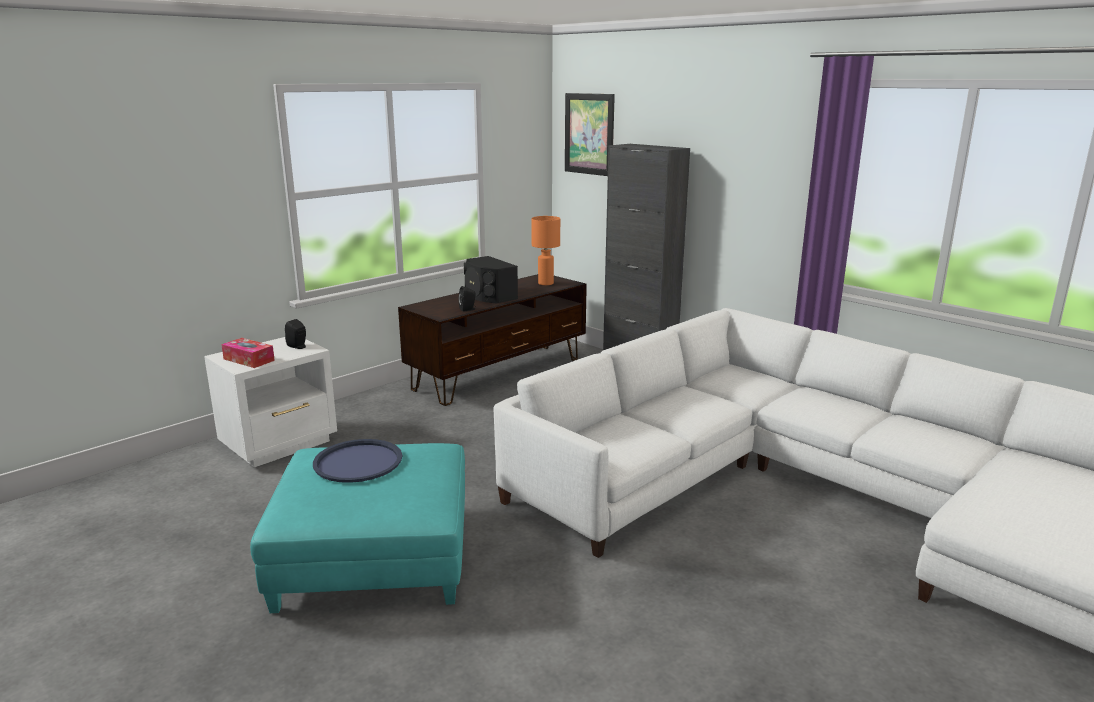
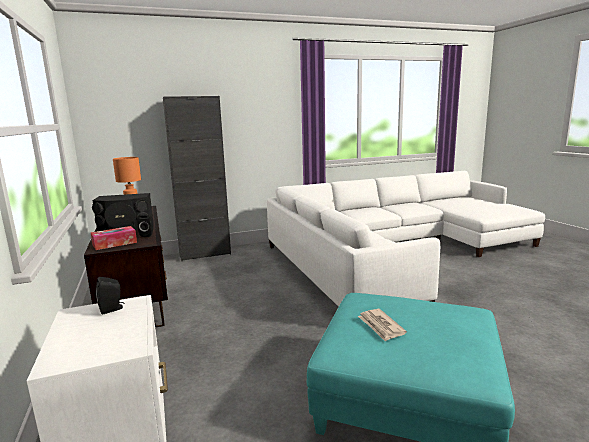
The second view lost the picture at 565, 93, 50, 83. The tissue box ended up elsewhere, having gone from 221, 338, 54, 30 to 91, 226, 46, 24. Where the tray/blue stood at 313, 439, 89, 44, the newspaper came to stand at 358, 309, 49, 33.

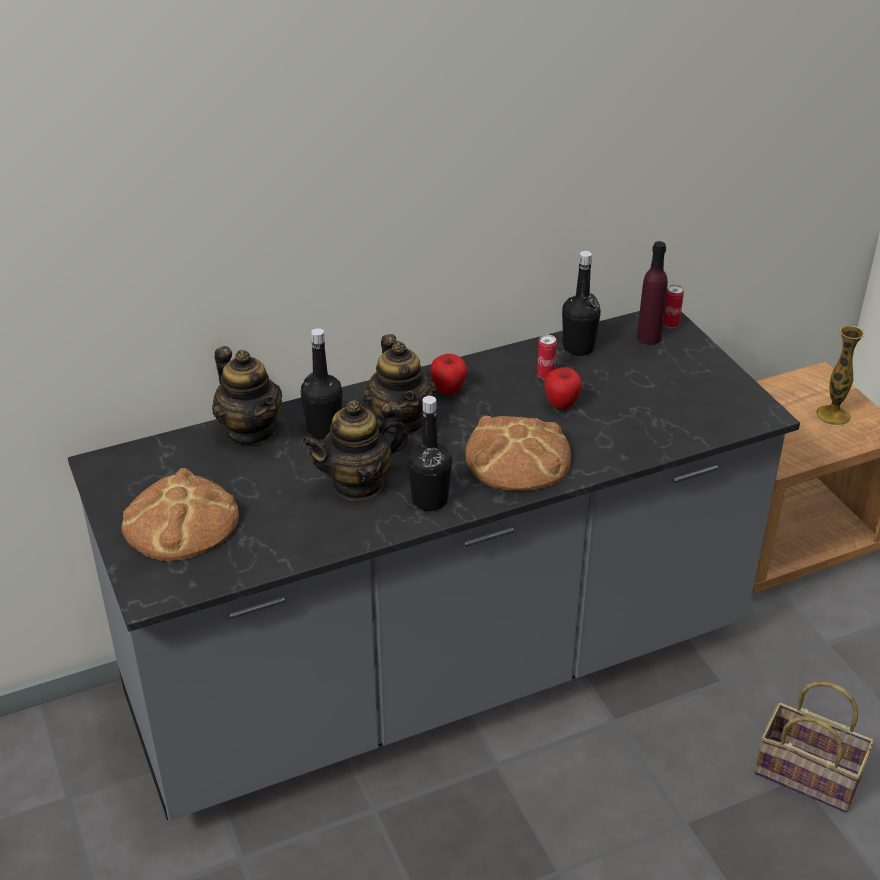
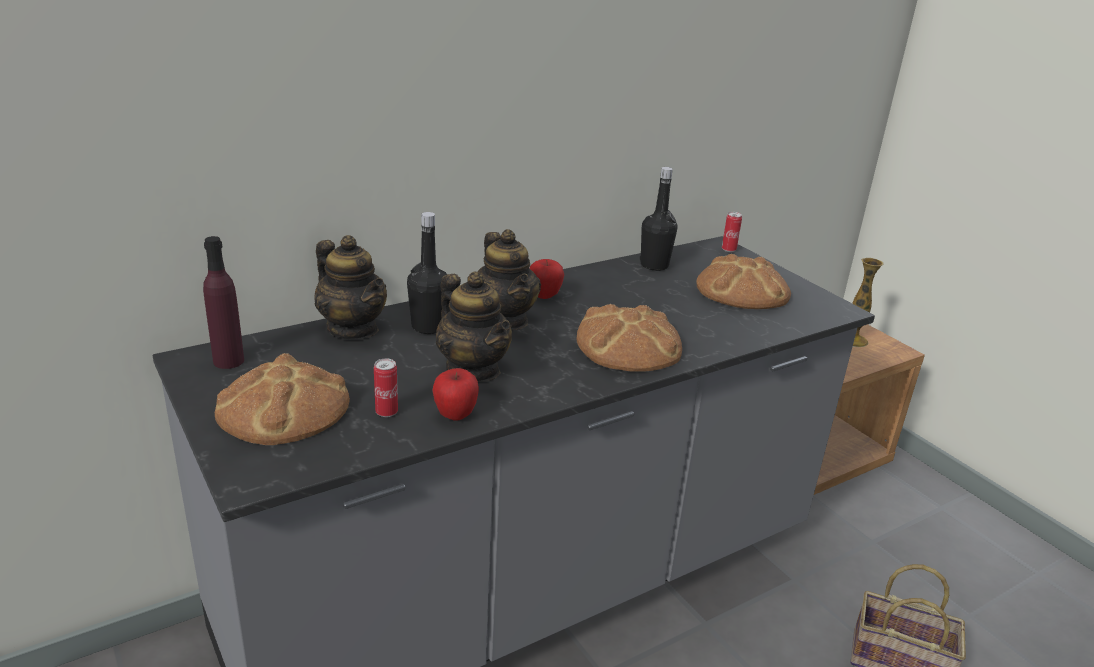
The bottle/purple ended up elsewhere, having gone from 637, 241, 31, 104 to 203, 236, 41, 133. The can ended up elsewhere, having gone from 537, 335, 20, 45 to 374, 358, 24, 59. The apple ended up elsewhere, having gone from 544, 367, 38, 42 to 432, 368, 47, 53. The second view lost the bottle/black at 407, 396, 45, 115. The teapot at 302, 400, 107, 100 ended up facing another way, 90 degrees counterclockwise from before. The second view gained the bread at 696, 254, 95, 55.

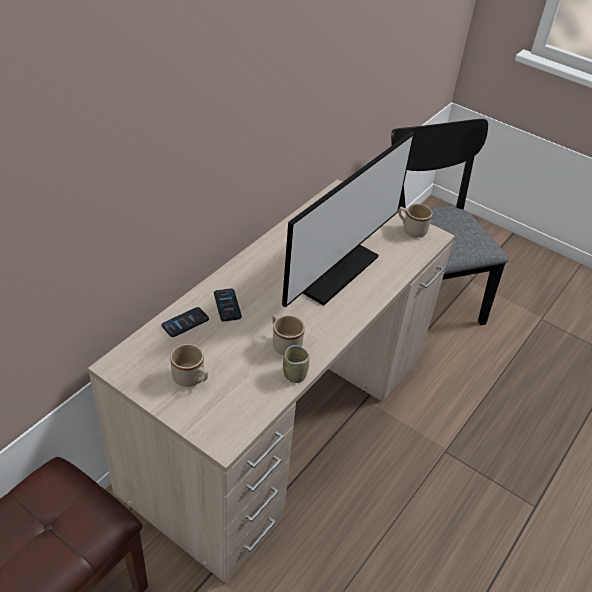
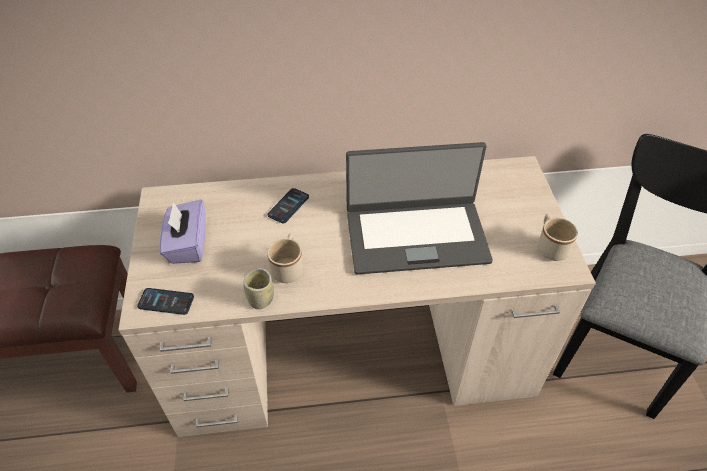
Where the monitor stood at 282, 132, 132, 176, the laptop came to stand at 346, 142, 147, 133. The phone ended up elsewhere, having gone from 162, 307, 47, 30 to 137, 288, 57, 27. Where the mug/beige stood at 170, 344, 38, 43, the tissue box/purple came to stand at 159, 199, 47, 65.

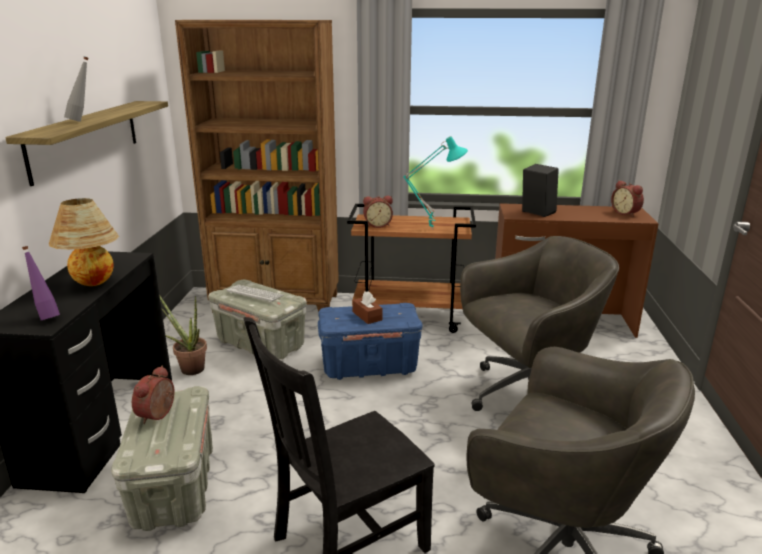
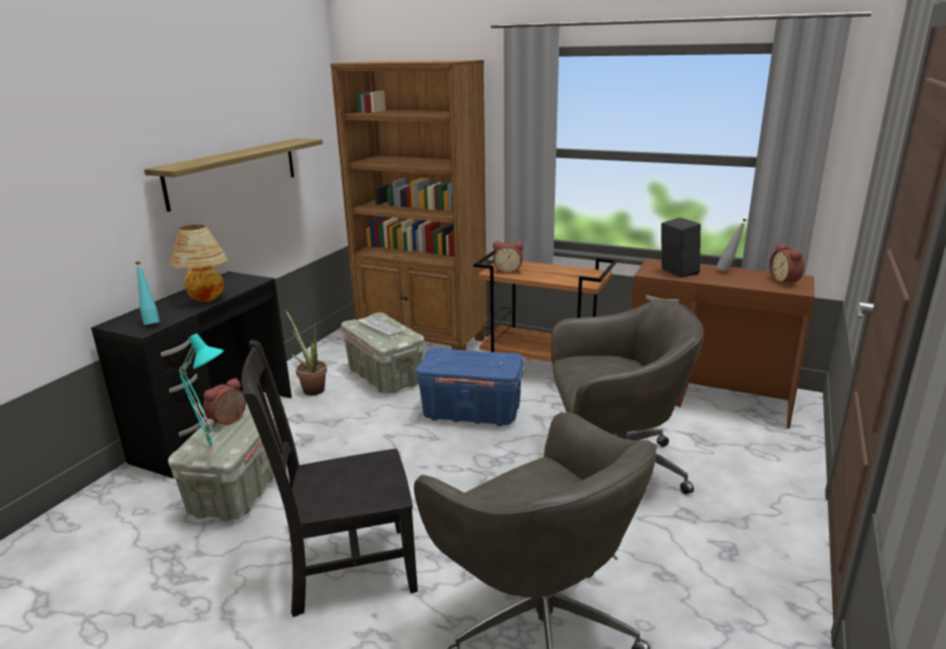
The bottle/grey ended up elsewhere, having gone from 64, 57, 25, 65 to 716, 219, 31, 53. The table lamp/turquoise ended up elsewhere, having gone from 403, 136, 65, 93 to 178, 333, 46, 114. What was the bottle/purple at 22, 246, 38, 74 turned into the bottle/turquoise at 135, 262, 25, 63. The second view lost the tissue box/brown at 352, 291, 30, 33.

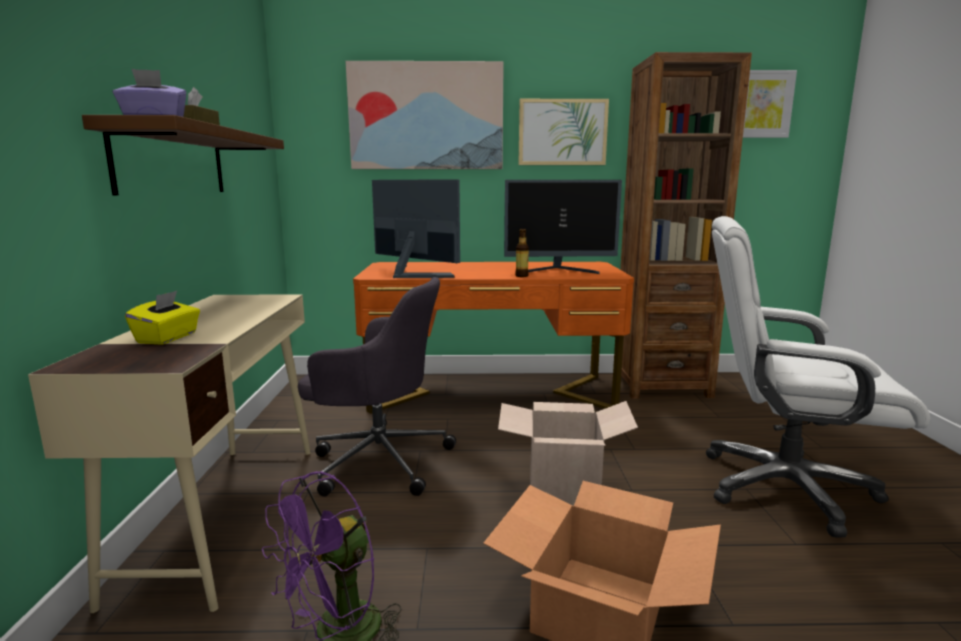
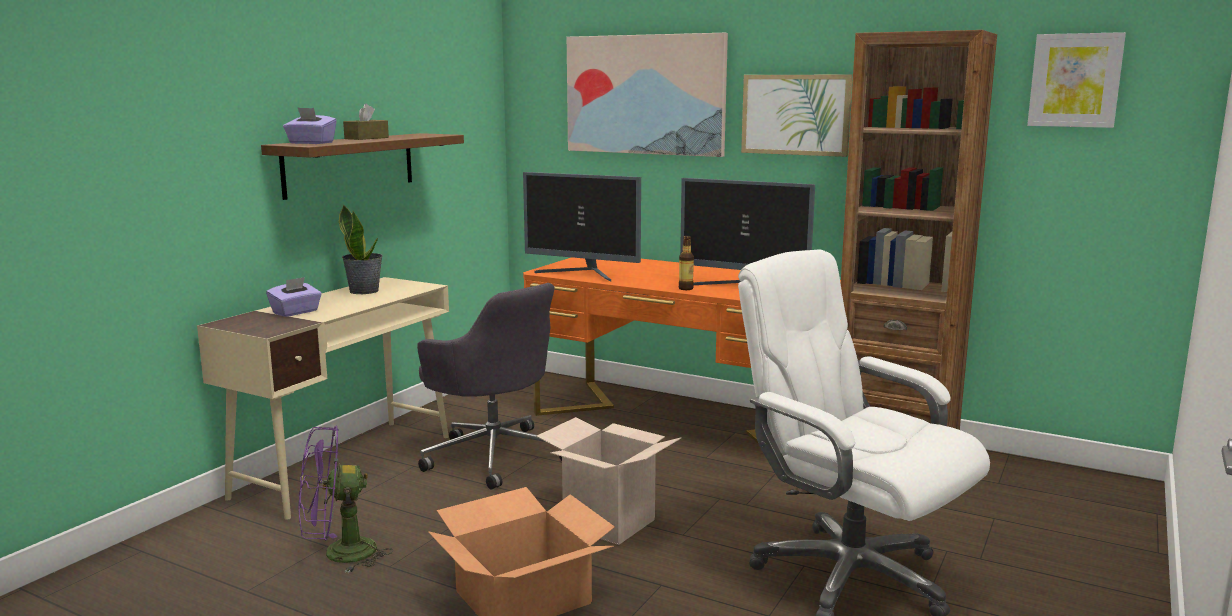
The monitor at 372, 179, 88, 99 ended up facing another way, 135 degrees clockwise from before. What was the tissue box/yellow at 125, 291, 75, 54 turned into the tissue box/purple at 266, 277, 56, 40. The second view gained the potted plant at 339, 204, 44, 90.

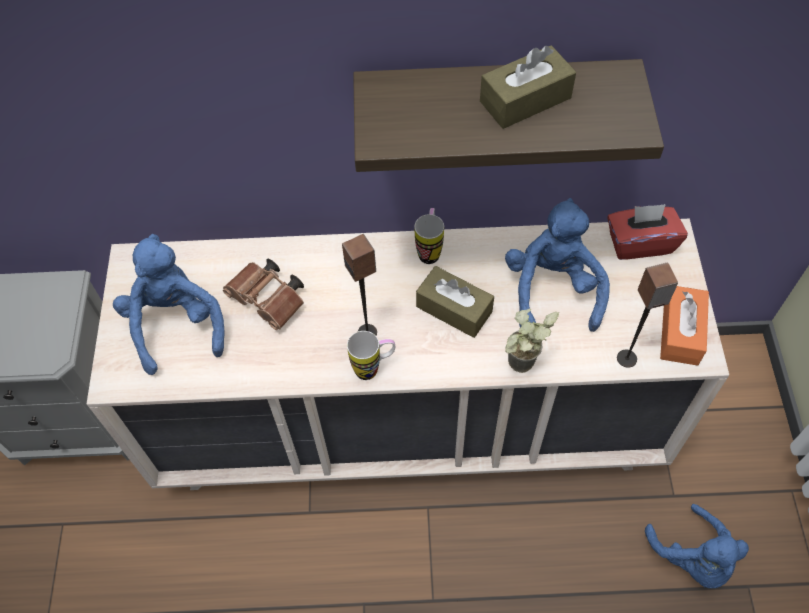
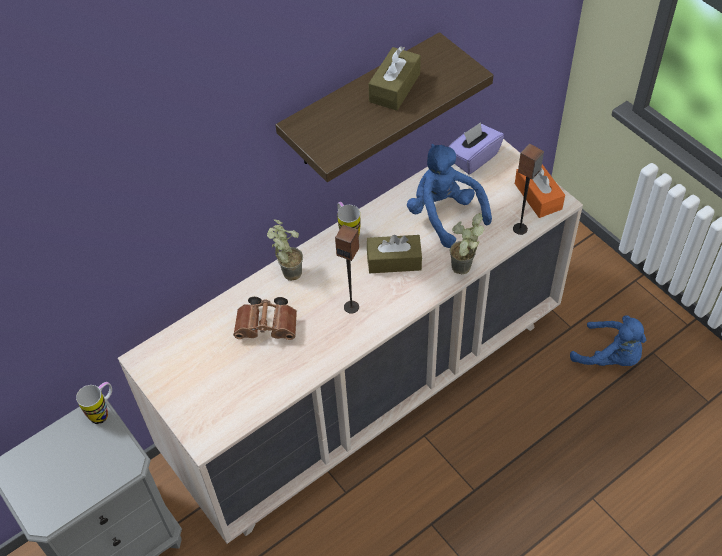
What was the tissue box/red at 607, 204, 81, 56 turned into the tissue box/purple at 449, 122, 55, 52. The second view lost the plush toy/blue at 113, 234, 112, 141. The mug ended up elsewhere, having gone from 347, 331, 48, 49 to 76, 382, 36, 42. The second view gained the potted plant at 267, 219, 36, 62.

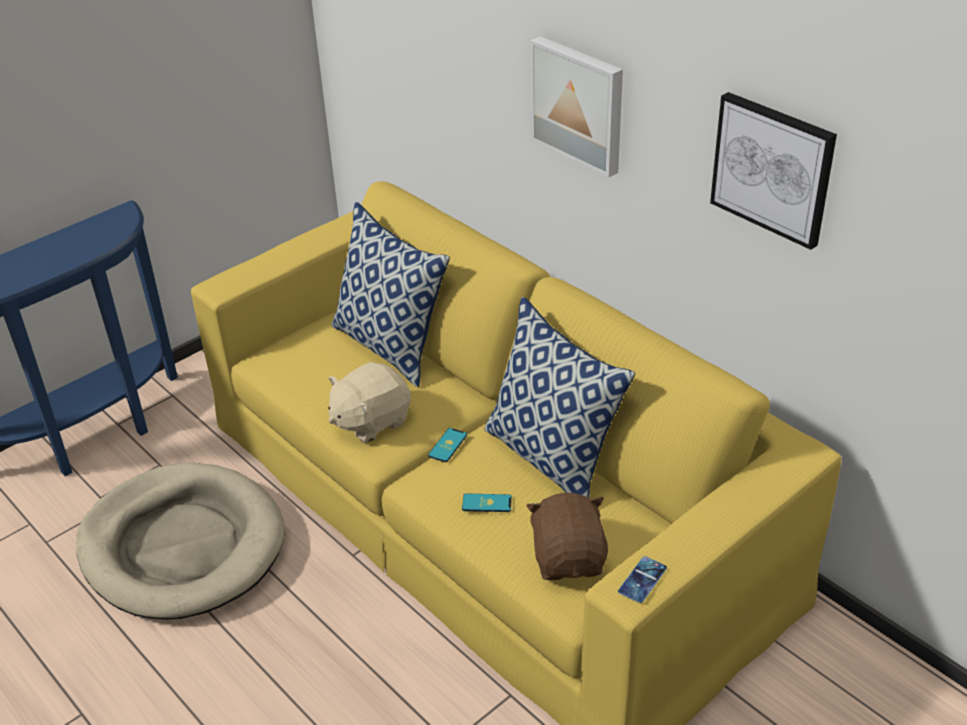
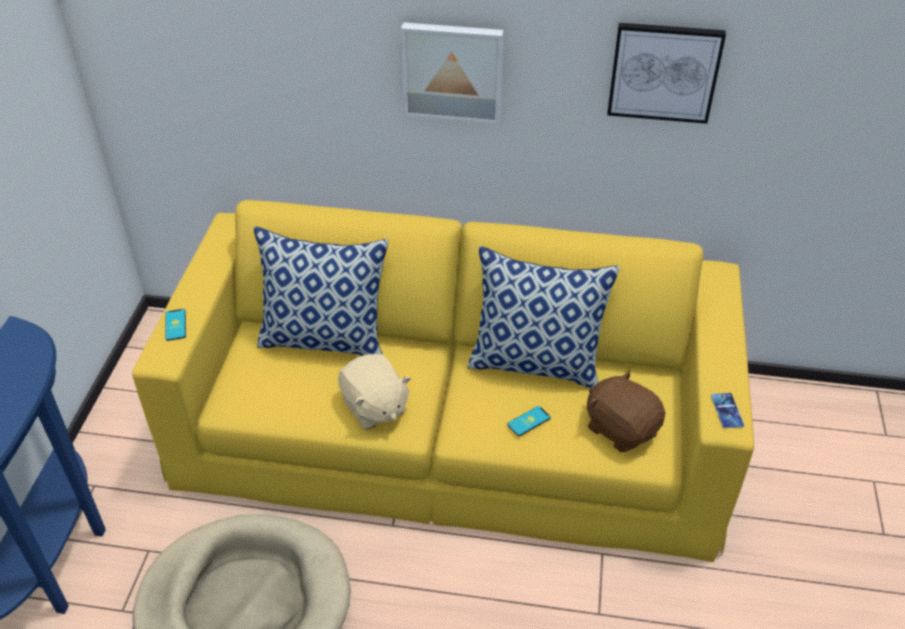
The plush toy/beige at 328, 362, 83, 81 ended up facing another way, 45 degrees counterclockwise from before. The phone ended up elsewhere, having gone from 428, 428, 39, 34 to 165, 309, 21, 32.

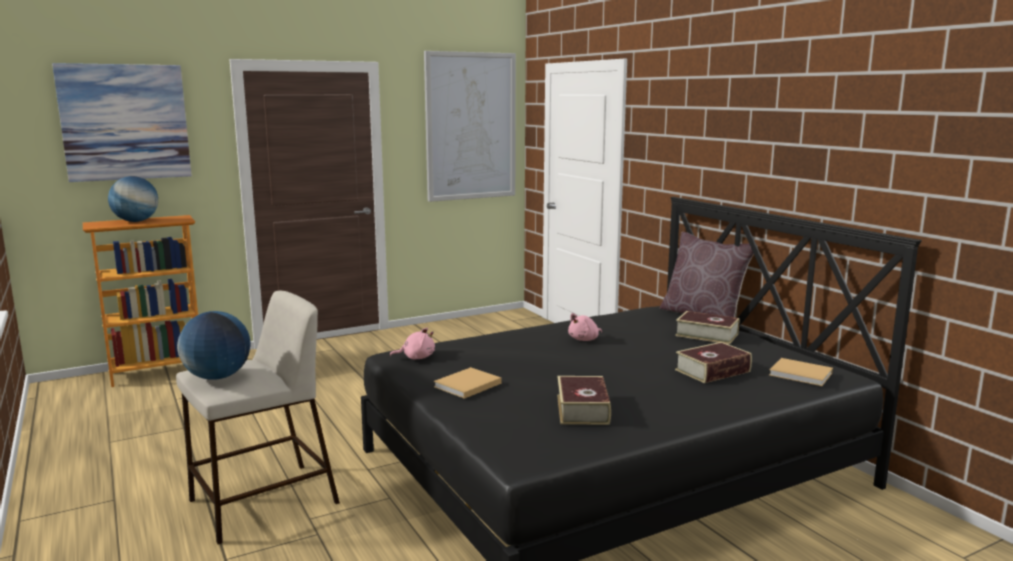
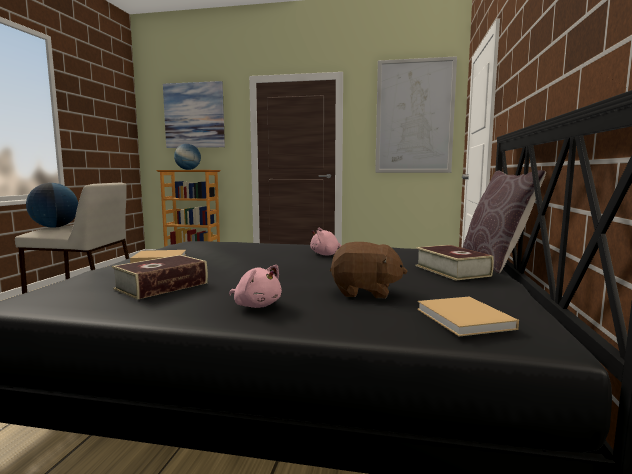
The plush toy/pink ended up elsewhere, having gone from 390, 328, 45, 32 to 229, 265, 53, 43. Where the book stood at 675, 342, 77, 41, the plush toy/brown came to stand at 330, 242, 78, 56.

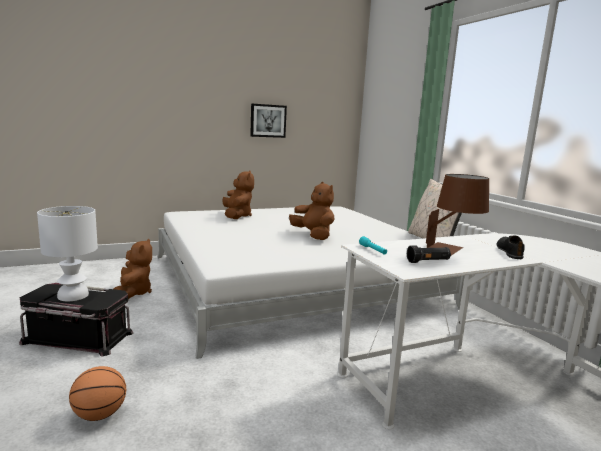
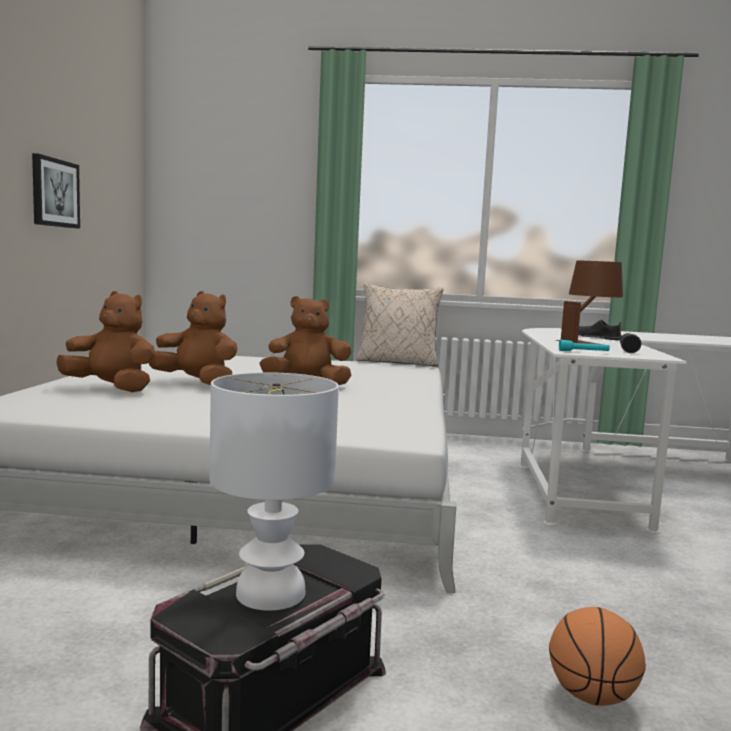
The plush toy/brown ended up elsewhere, having gone from 114, 239, 38, 60 to 149, 291, 88, 94.

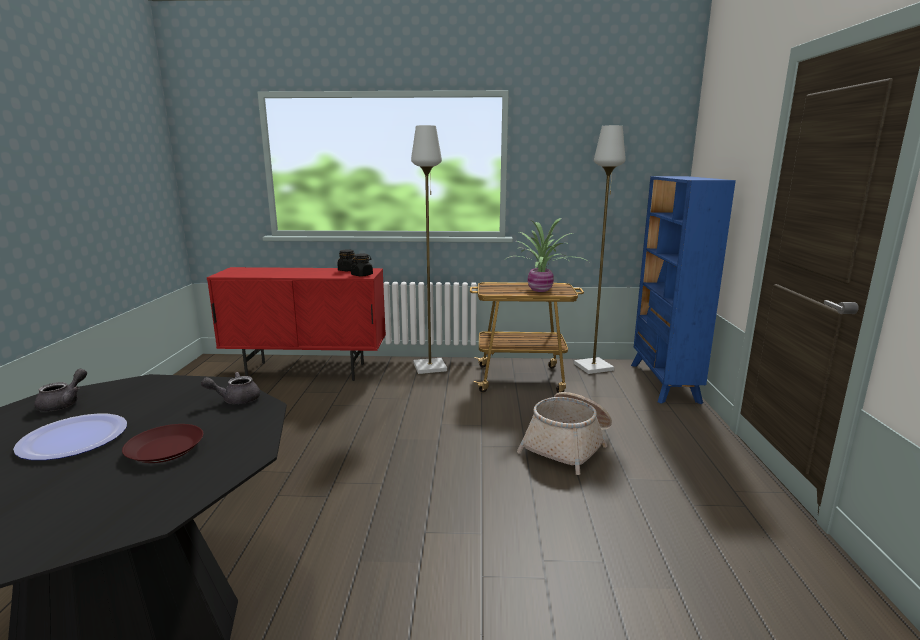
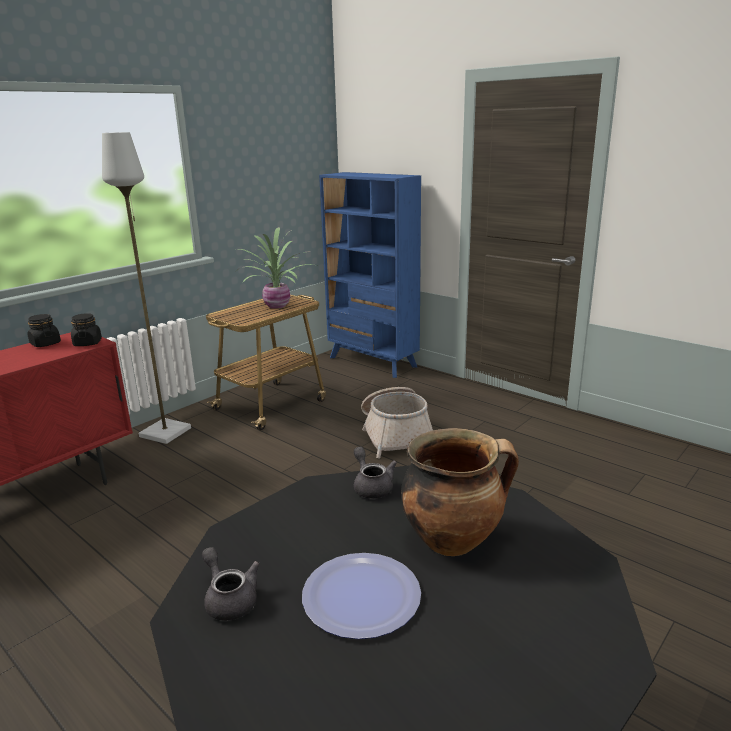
The second view lost the floor lamp/grey at 574, 125, 52, 249. The teapot/grey at 201, 372, 59, 32 ended up facing another way, 135 degrees clockwise from before. Where the plate/brown stood at 122, 424, 81, 39, the cooking pot came to stand at 401, 428, 118, 128.

